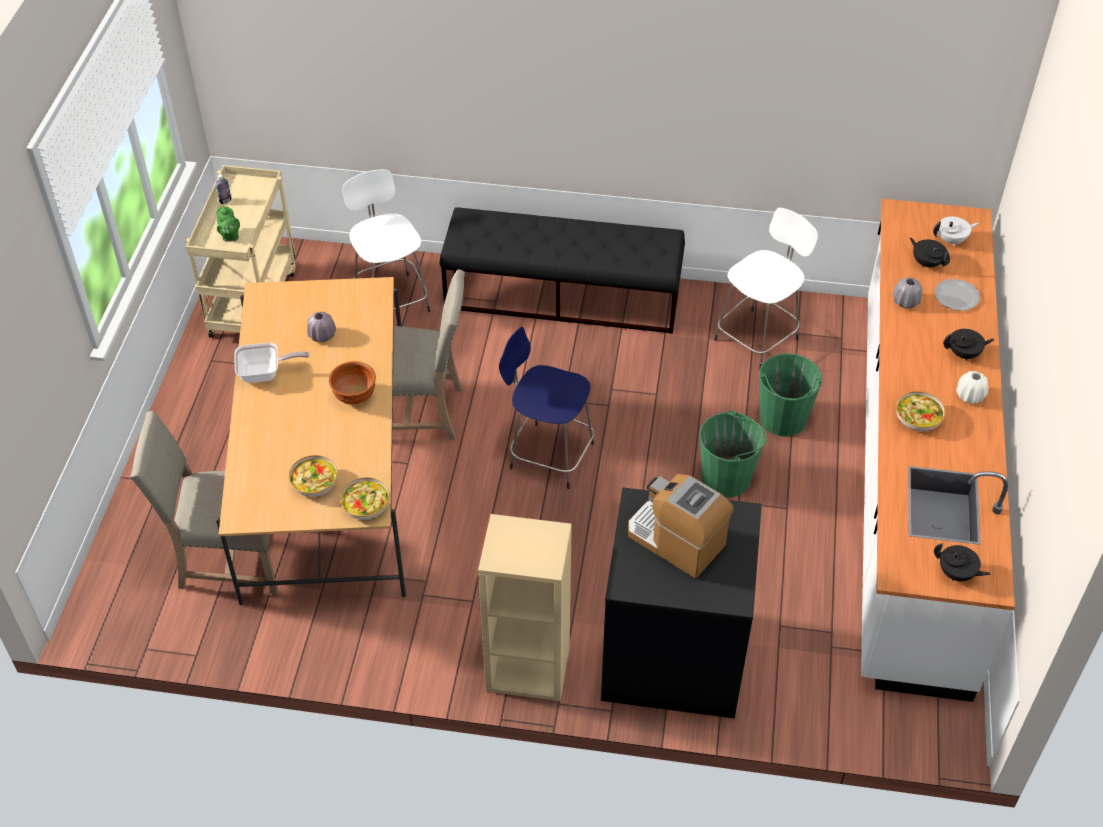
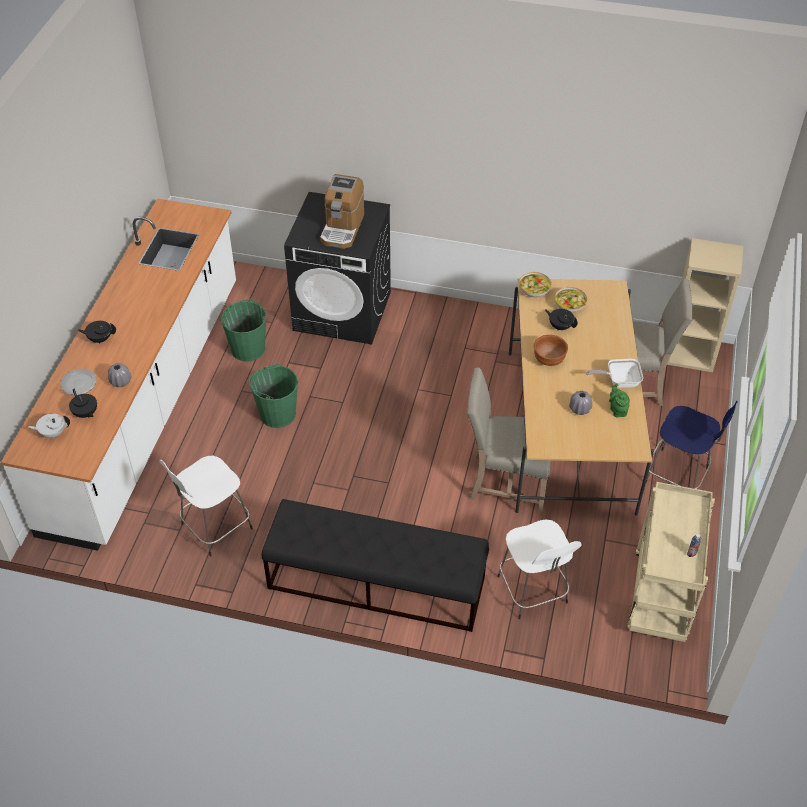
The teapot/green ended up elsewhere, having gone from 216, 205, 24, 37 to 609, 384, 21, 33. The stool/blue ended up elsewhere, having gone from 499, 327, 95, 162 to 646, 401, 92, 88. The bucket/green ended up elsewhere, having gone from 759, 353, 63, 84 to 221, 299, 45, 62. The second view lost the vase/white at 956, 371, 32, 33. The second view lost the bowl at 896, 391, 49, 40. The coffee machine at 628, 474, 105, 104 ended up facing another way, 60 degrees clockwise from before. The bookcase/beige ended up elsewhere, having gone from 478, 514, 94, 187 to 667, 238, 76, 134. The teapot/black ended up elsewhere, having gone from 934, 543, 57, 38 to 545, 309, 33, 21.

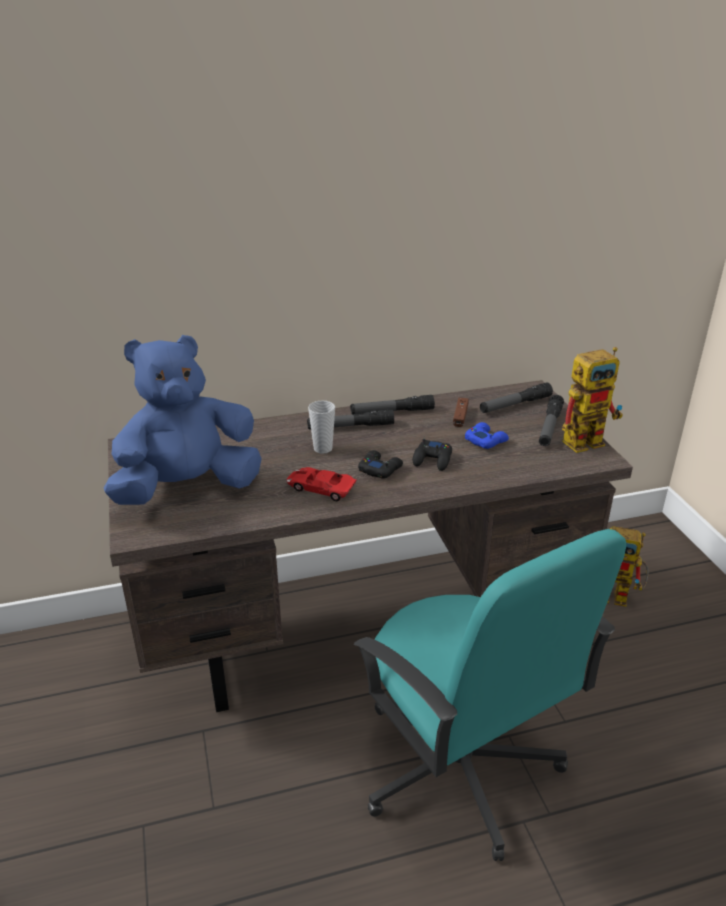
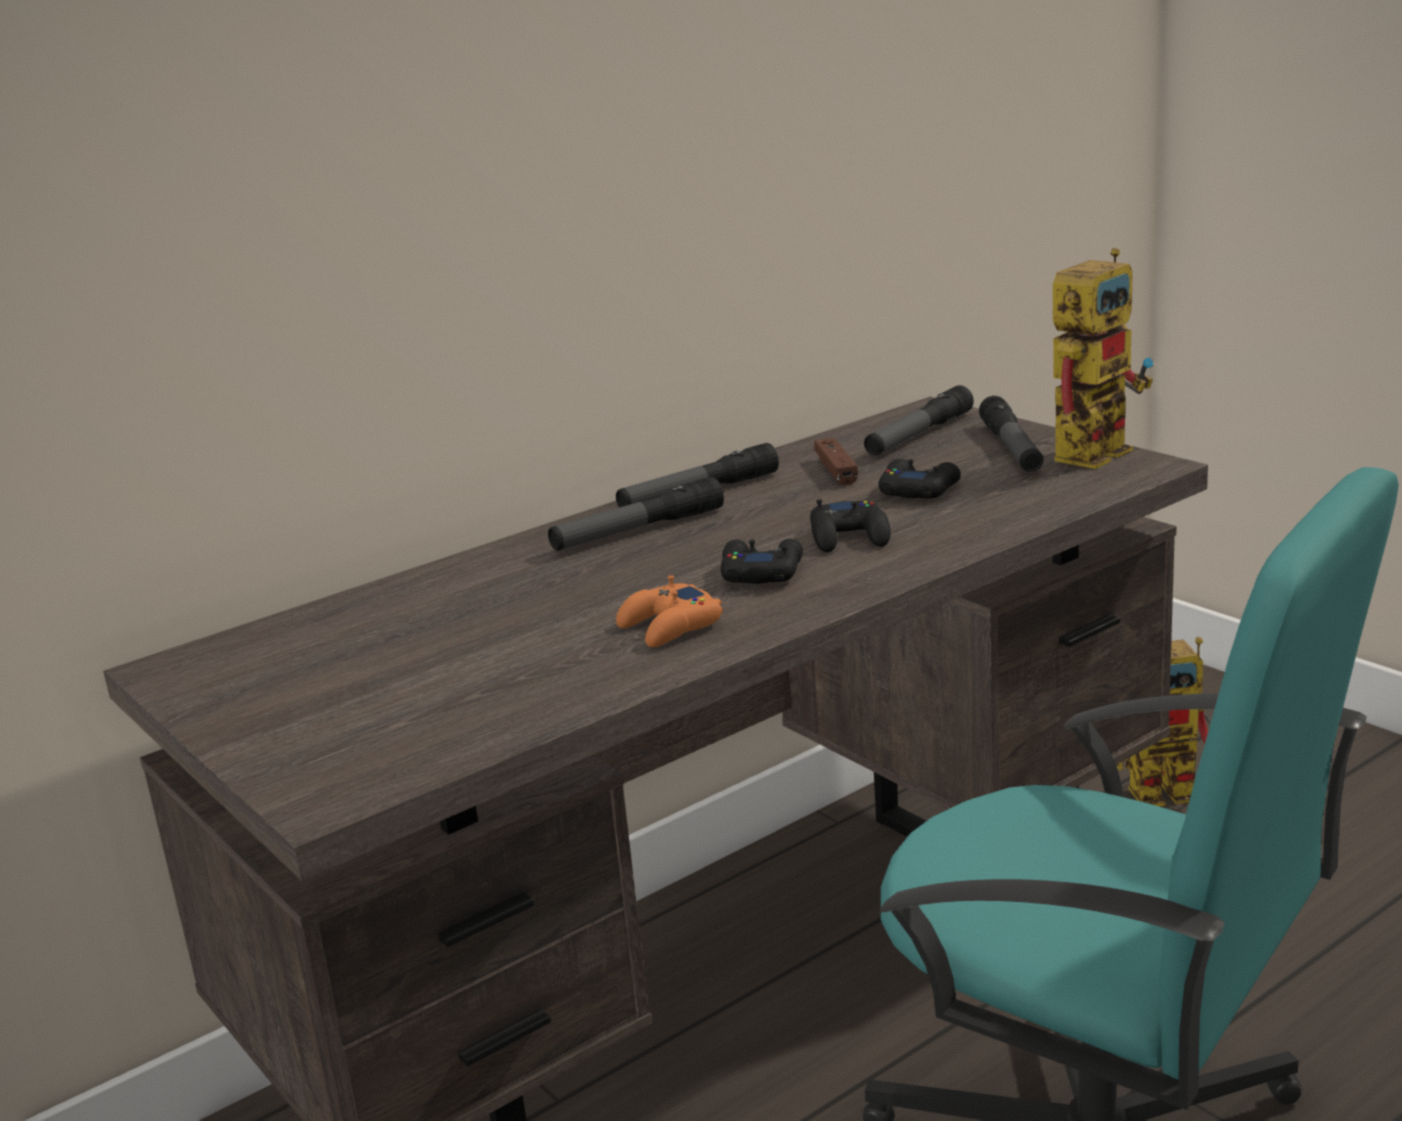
The second view lost the plush toy/blue at 104, 335, 158, 170. The second view lost the cup at 308, 401, 27, 53. What was the game controller/blue at 465, 422, 44, 27 turned into the game controller/black at 879, 459, 82, 40. Where the toy car/red stood at 286, 467, 71, 34, the game controller/orange came to stand at 616, 575, 107, 72.

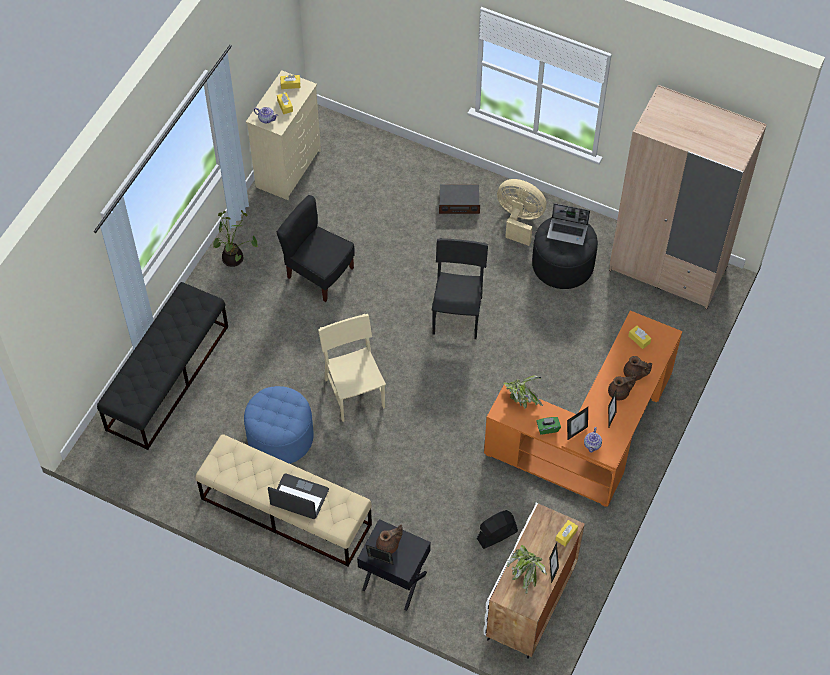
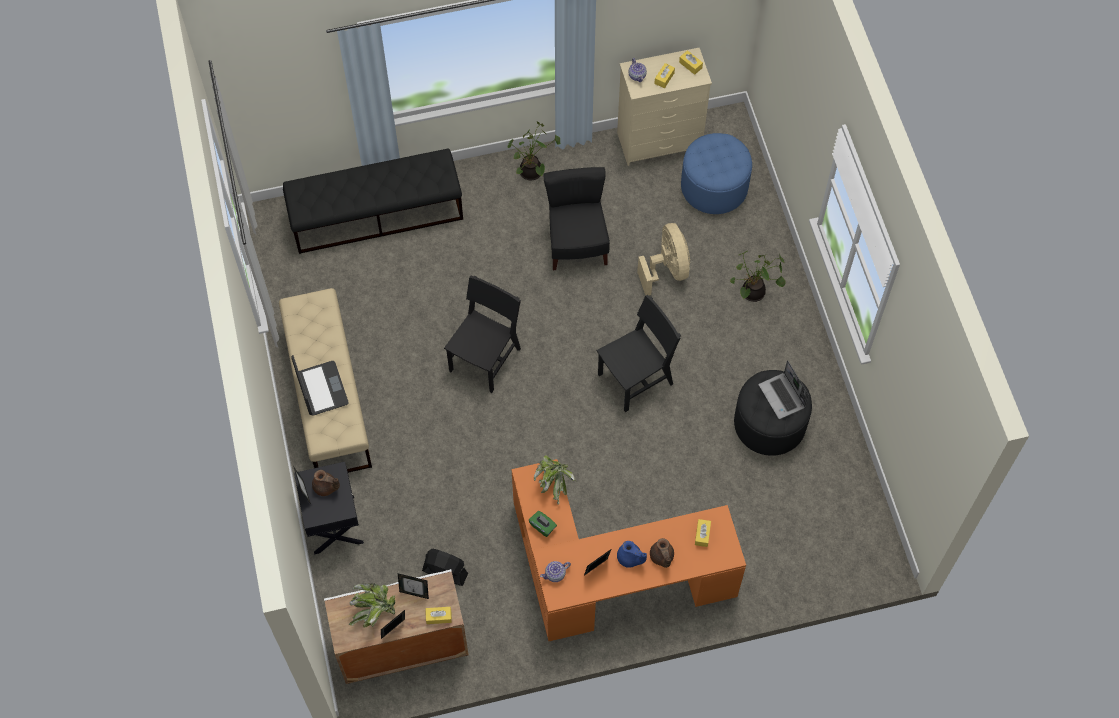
The second view lost the wardrobe/beige at 609, 85, 158, 224. The fan/beige ended up elsewhere, having gone from 497, 179, 49, 67 to 637, 223, 53, 72. Where the radio stood at 439, 185, 41, 29, the potted plant came to stand at 730, 251, 56, 51. What was the chair/beige at 318, 314, 68, 108 turned into the chair/black at 444, 275, 77, 118. What was the teapot/brown at 608, 374, 29, 27 turned into the teapot/blue at 617, 541, 30, 27. The ottoman/blue ended up elsewhere, having gone from 244, 386, 70, 78 to 681, 133, 71, 81. The picture frame ended up elsewhere, having gone from 567, 407, 21, 34 to 398, 574, 31, 25.

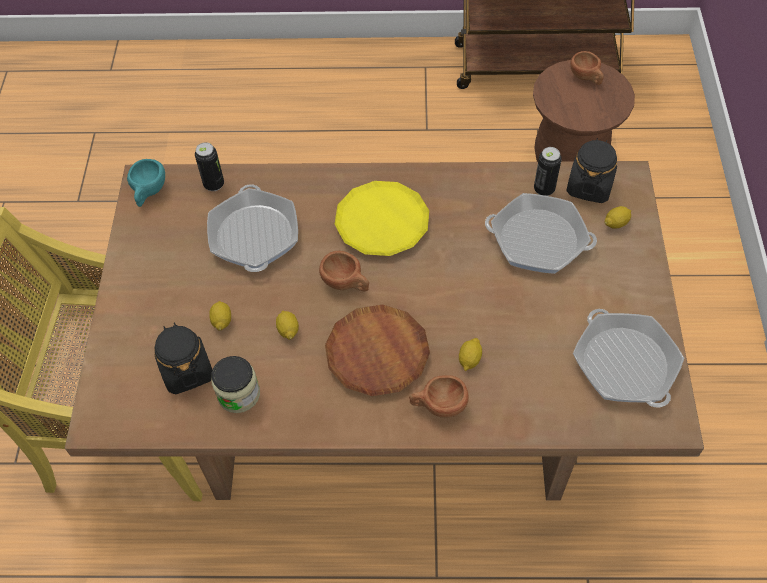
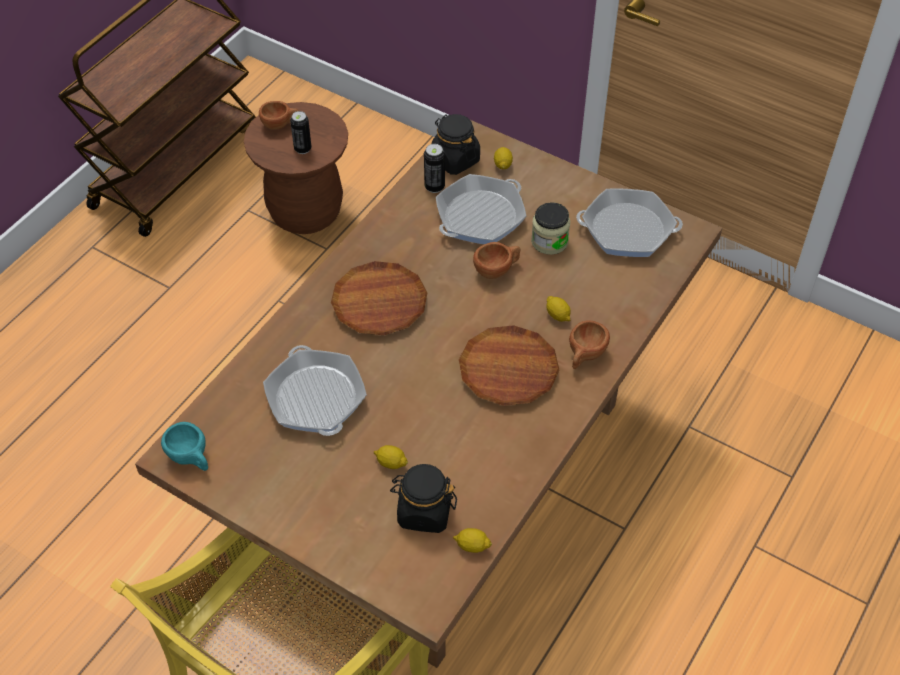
The can ended up elsewhere, having gone from 195, 142, 29, 49 to 290, 111, 22, 43. What was the plate/yellow at 335, 181, 94, 75 turned into the plate/brown at 331, 261, 96, 74. The frying pan at 207, 185, 91, 87 ended up facing another way, 45 degrees clockwise from before. The cup/brown ended up elsewhere, having gone from 319, 251, 50, 40 to 473, 242, 48, 37. The lemon ended up elsewhere, having gone from 276, 311, 23, 29 to 453, 528, 39, 25. The jar ended up elsewhere, having gone from 211, 356, 49, 57 to 531, 202, 39, 53.

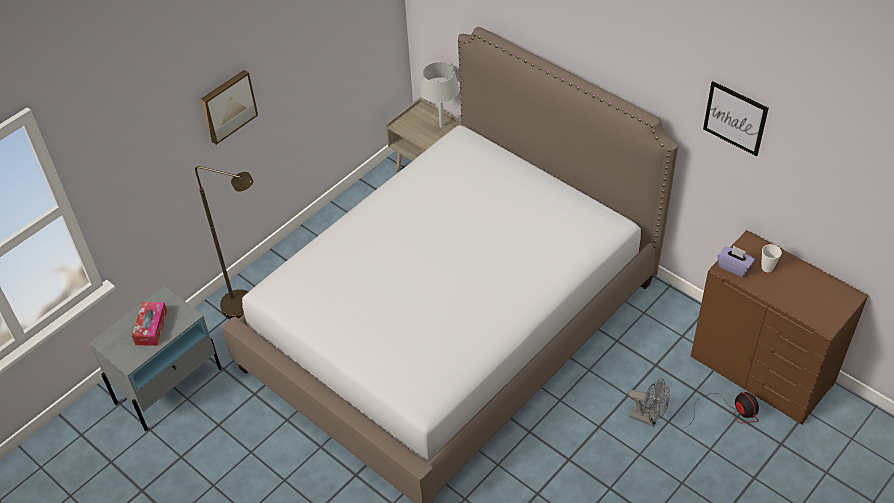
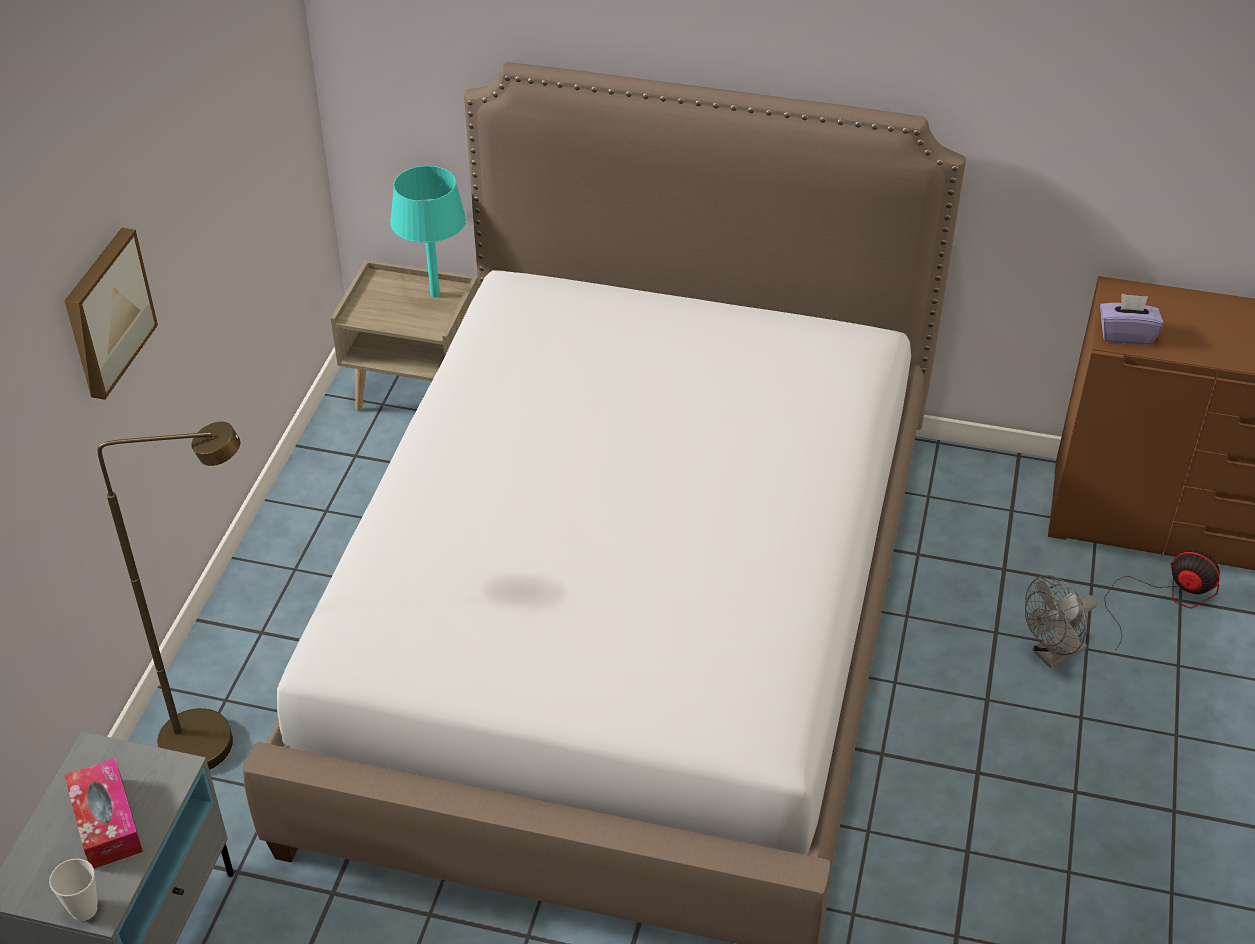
What was the table lamp/grey at 420, 62, 40, 66 turned into the table lamp/turquoise at 390, 166, 76, 131. The second view lost the picture at 703, 81, 66, 75. The cup ended up elsewhere, having gone from 761, 244, 21, 28 to 49, 859, 49, 62. The fan/grey at 628, 378, 42, 48 ended up facing another way, 150 degrees clockwise from before.

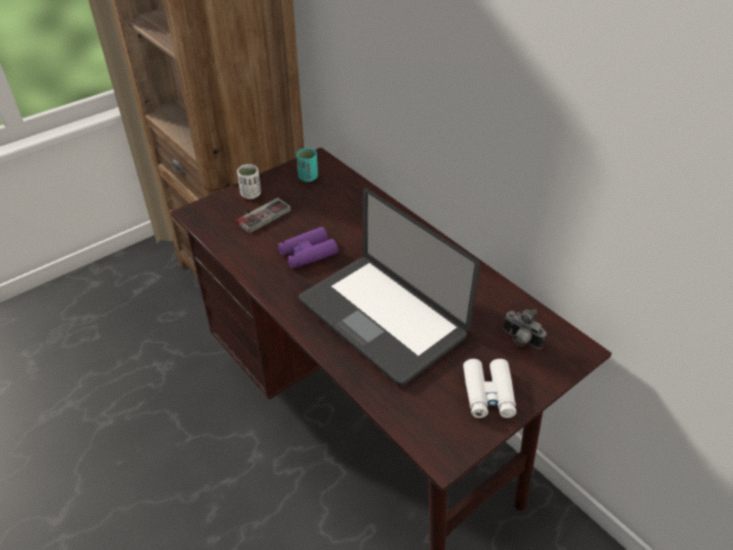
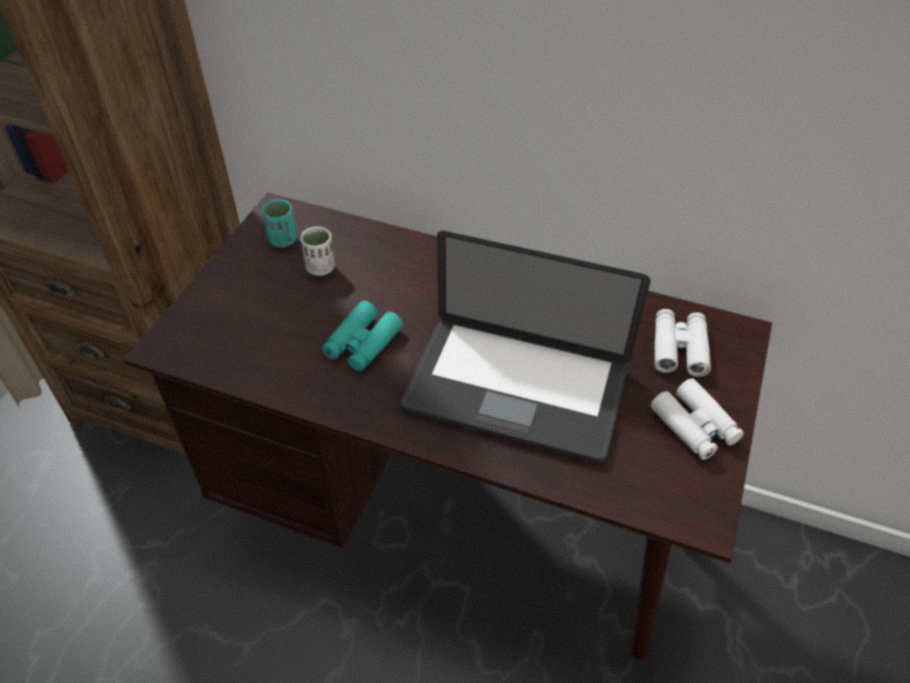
The cup/white ended up elsewhere, having gone from 237, 164, 24, 35 to 301, 227, 34, 49. The second view lost the game controller at 236, 198, 55, 35. What was the binoculars/purple at 278, 227, 60, 42 turned into the binoculars/turquoise at 322, 301, 81, 70. Where the photo camera stood at 503, 309, 44, 40, the binoculars/white came to stand at 655, 309, 56, 68.

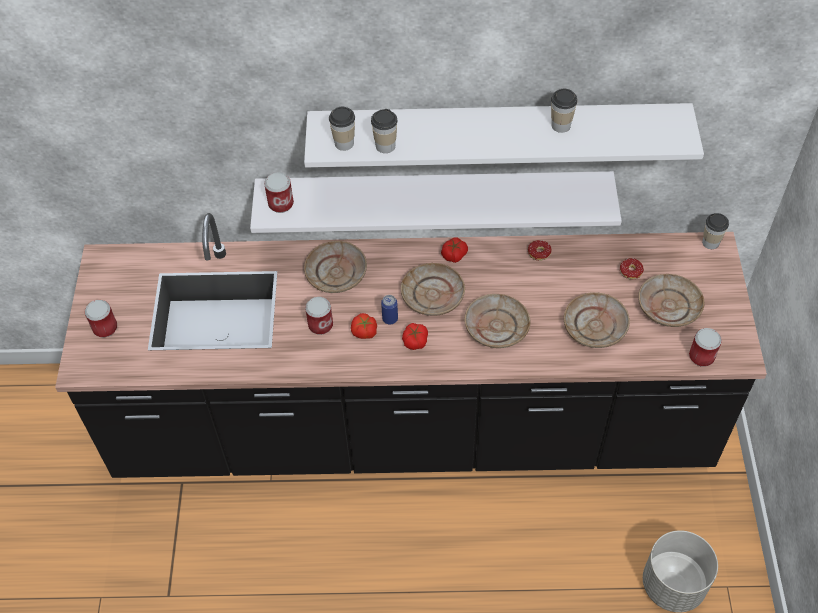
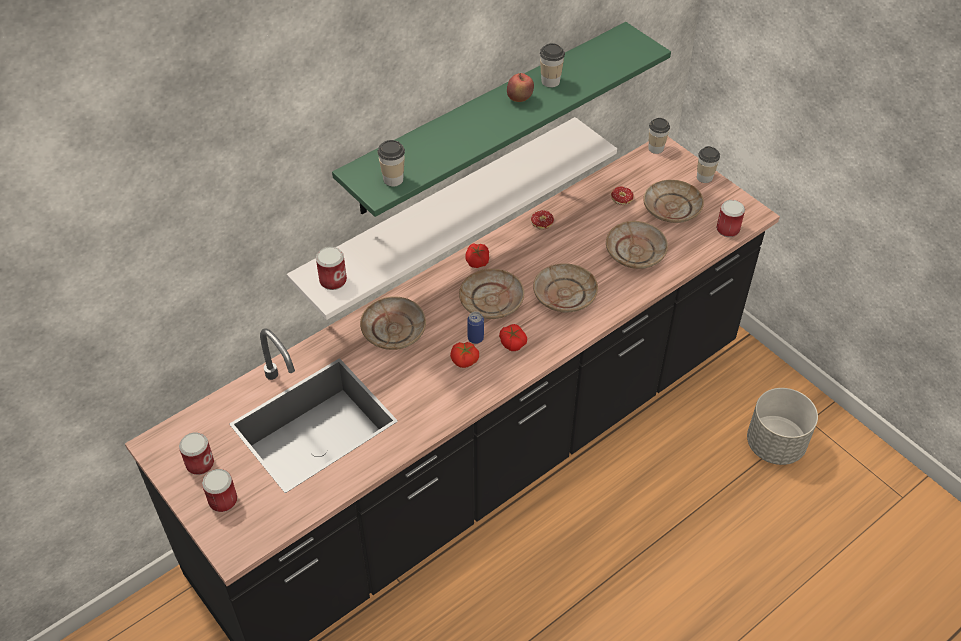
What was the shelf/white at 304, 103, 400, 64 turned into the shelf/green at 332, 22, 339, 195. The cup ended up elsewhere, having gone from 371, 109, 26, 44 to 697, 146, 23, 37. The can ended up elsewhere, having gone from 305, 297, 28, 38 to 179, 433, 35, 42. The second view gained the apple at 507, 73, 27, 29.

